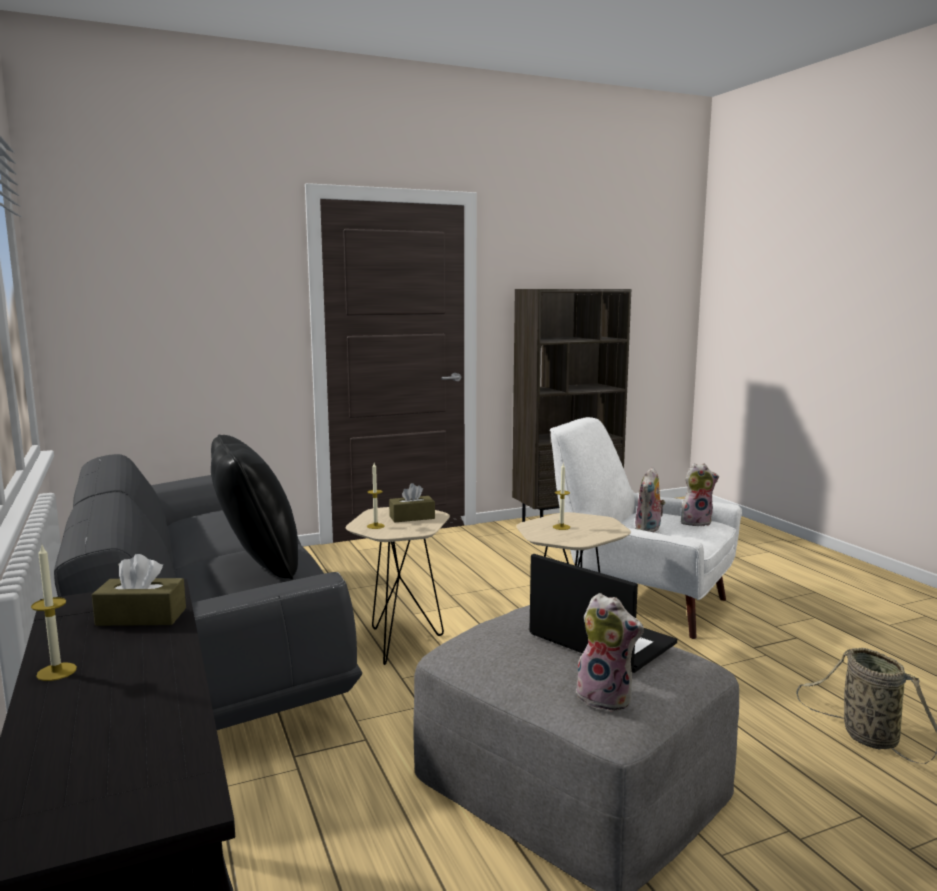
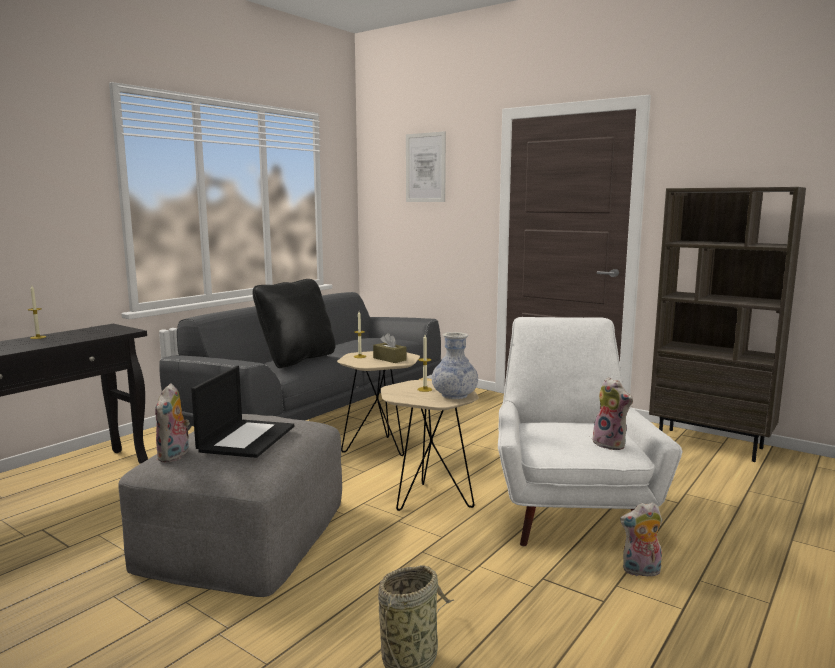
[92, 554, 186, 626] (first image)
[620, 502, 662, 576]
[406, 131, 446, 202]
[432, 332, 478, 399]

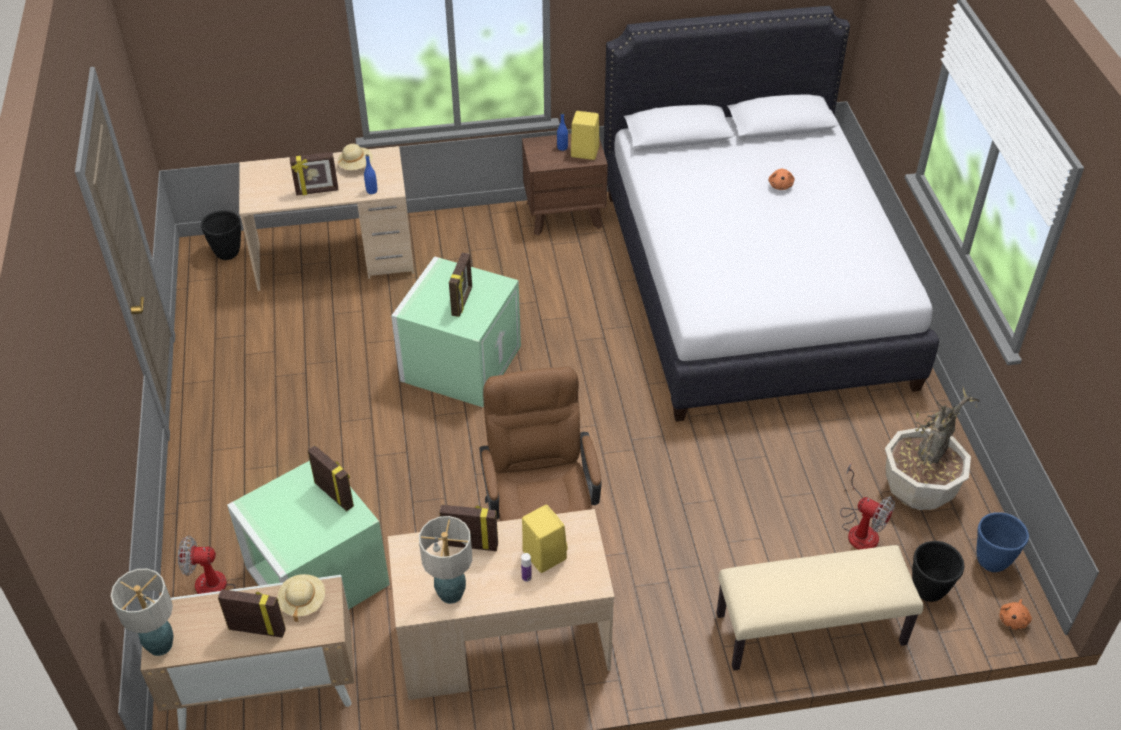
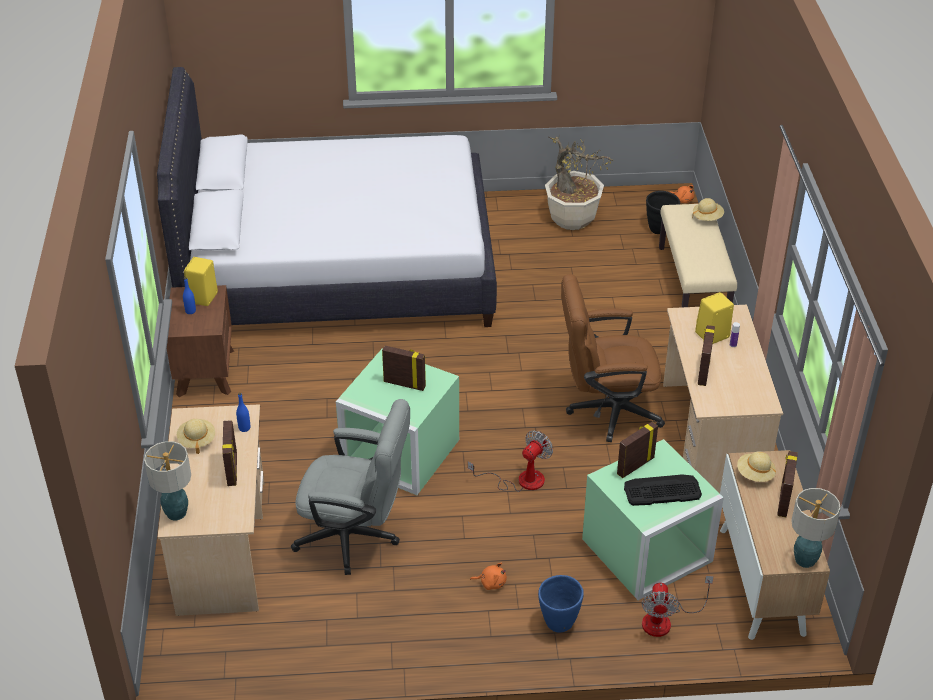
[201, 210, 241, 260] (first image)
[144, 441, 191, 520]
[470, 563, 507, 590]
[468, 430, 553, 492]
[538, 575, 584, 632]
[291, 399, 410, 575]
[624, 474, 702, 506]
[692, 198, 724, 221]

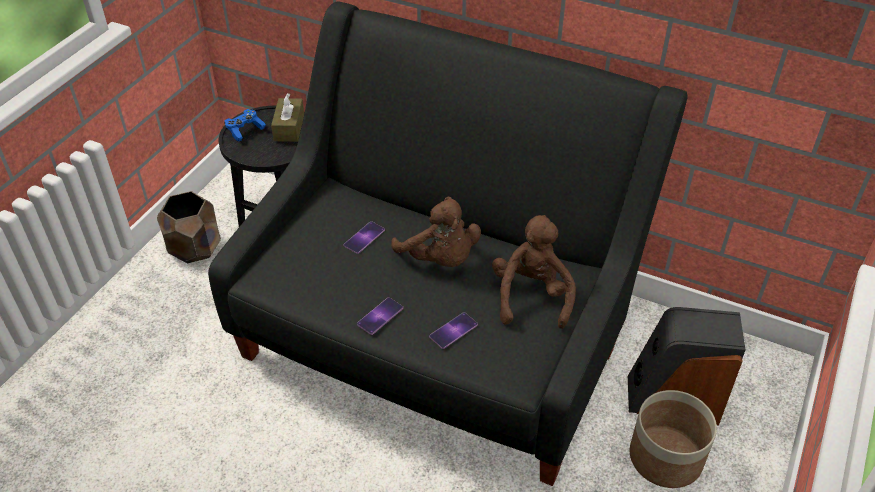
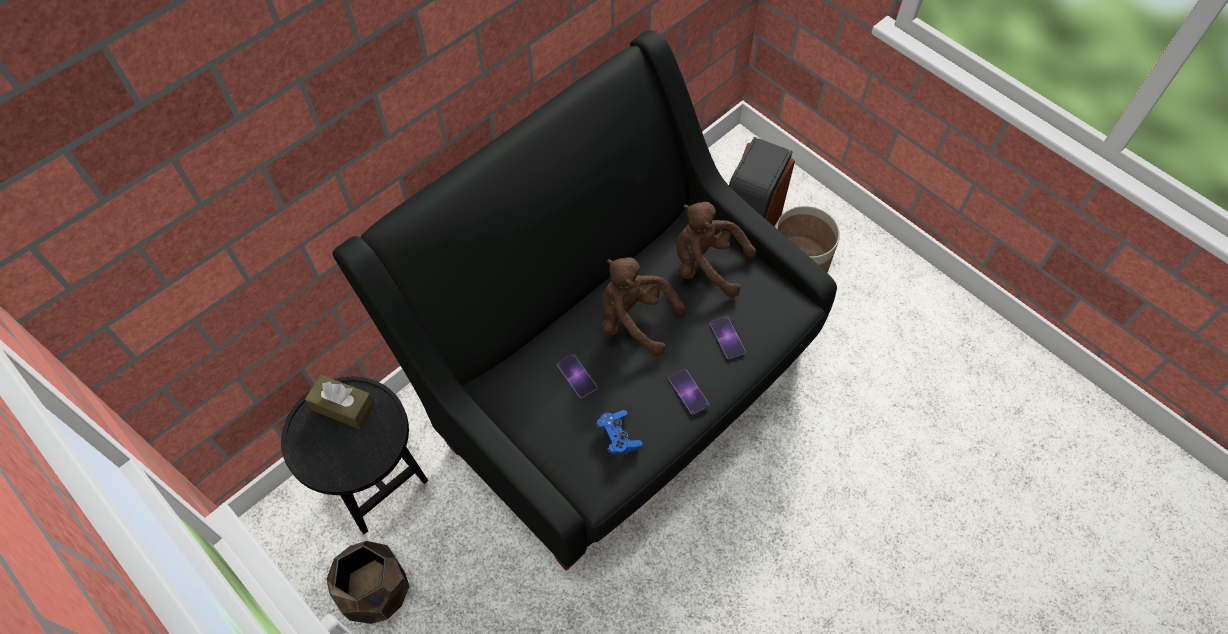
[595, 410, 643, 456]
[601, 257, 686, 356]

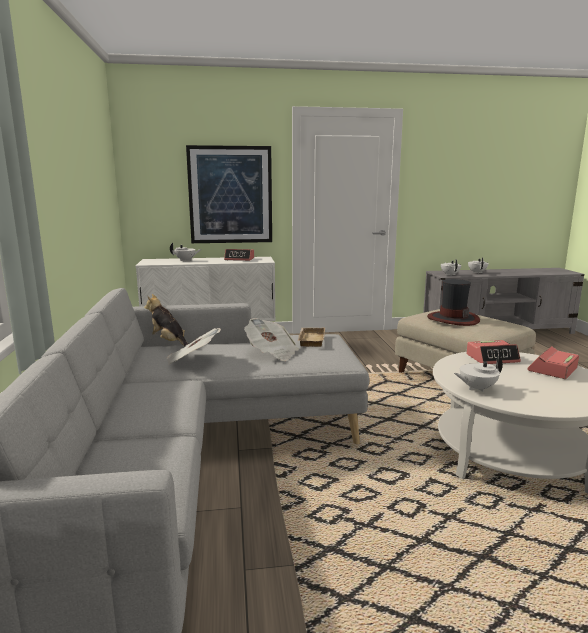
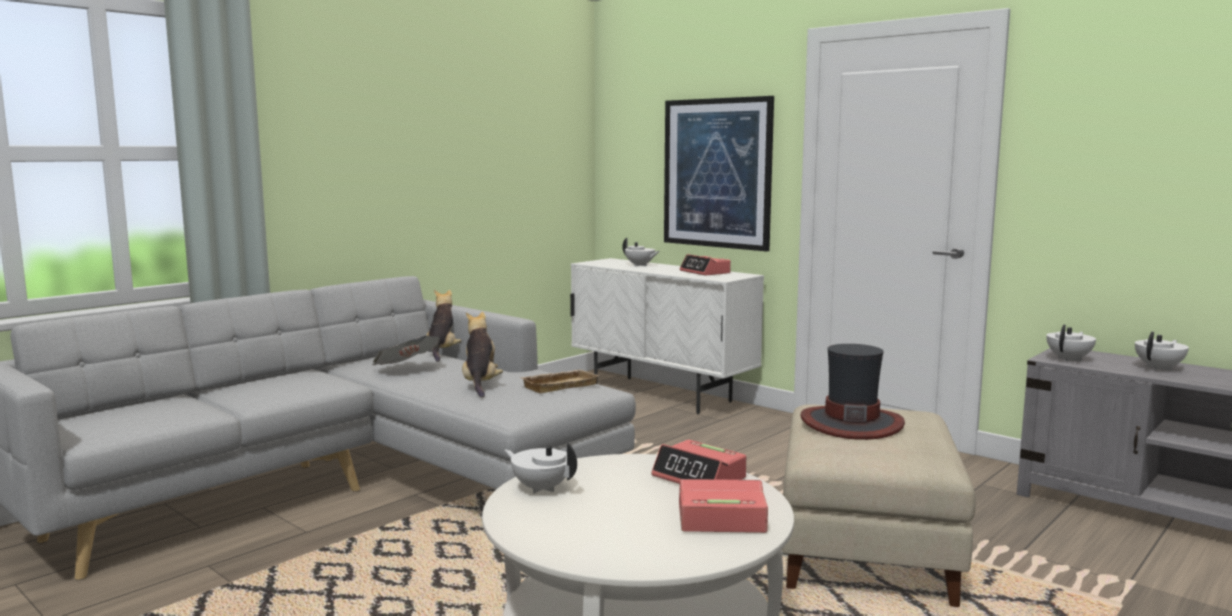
[462, 312, 503, 398]

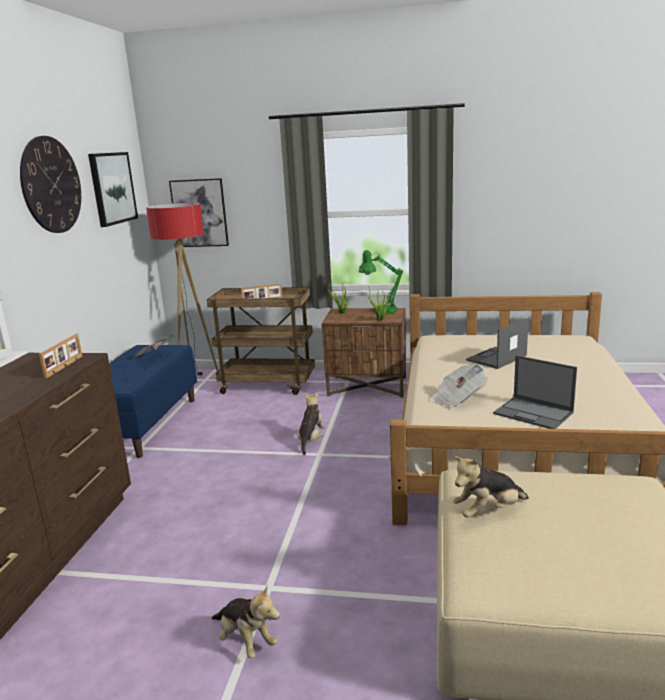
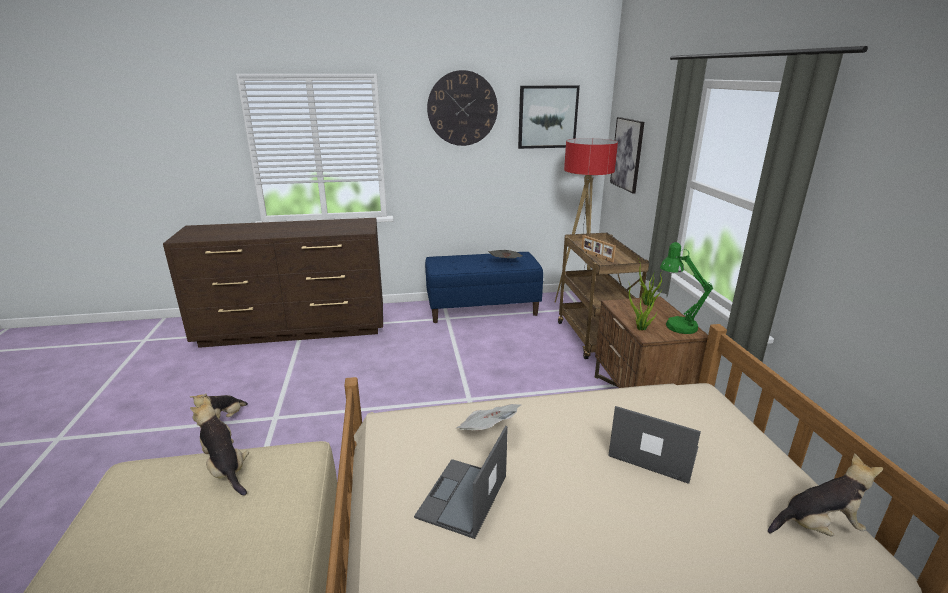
[39, 334, 83, 379] (first image)
[768, 454, 883, 537]

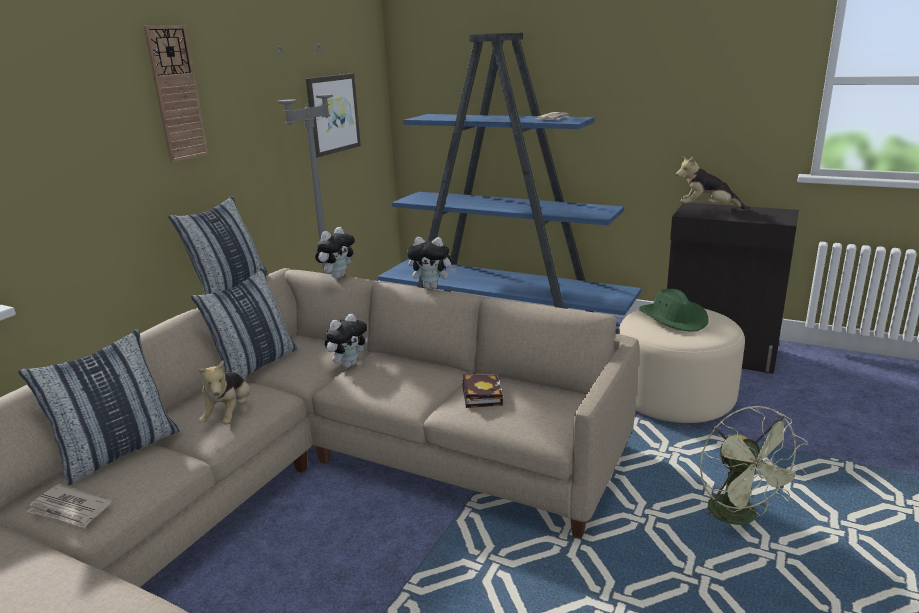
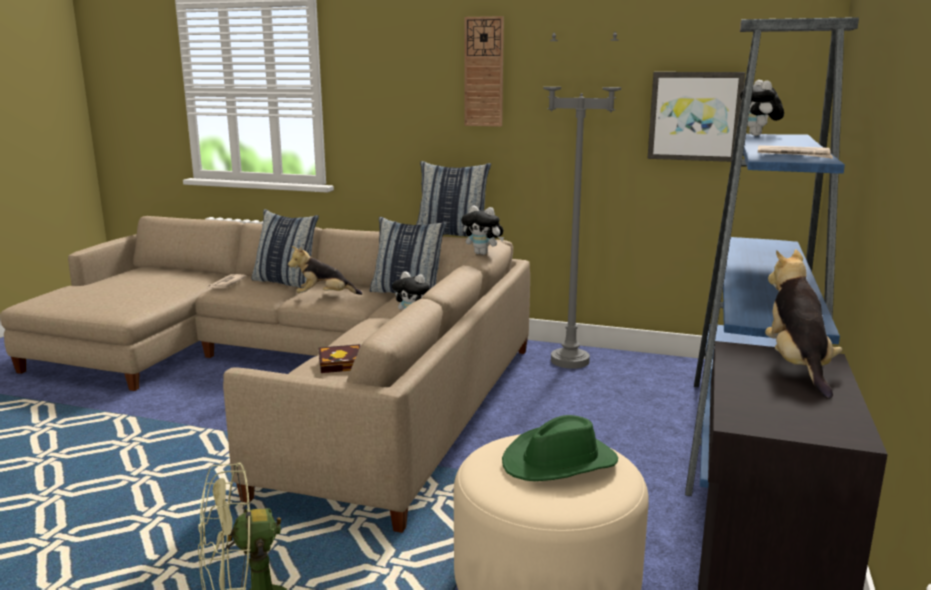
[740, 80, 784, 136]

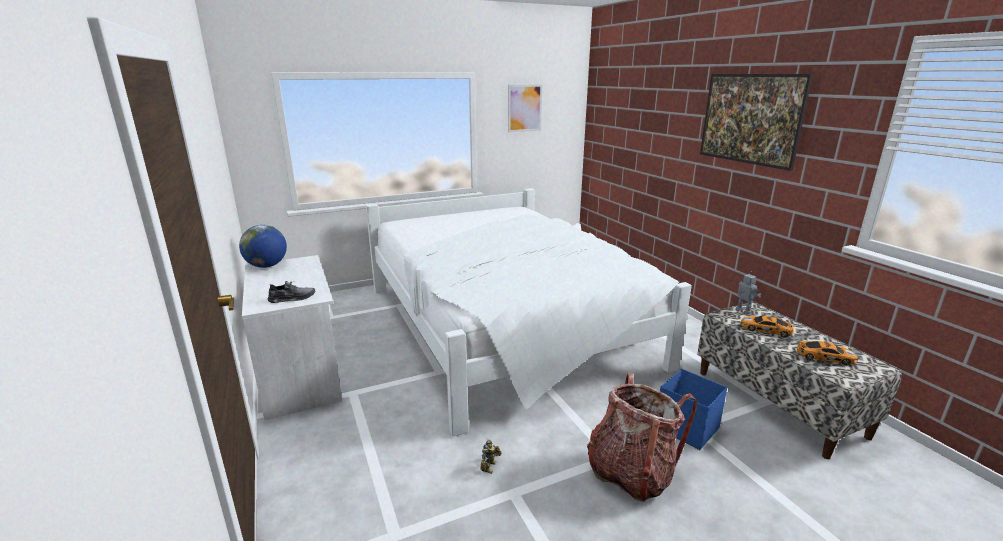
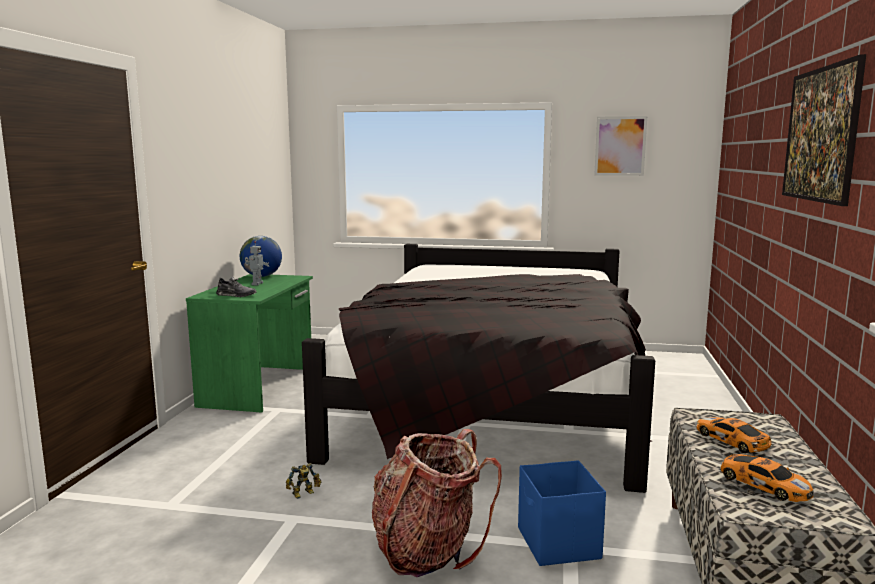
[186, 274, 313, 413]
[302, 244, 655, 493]
[245, 241, 269, 286]

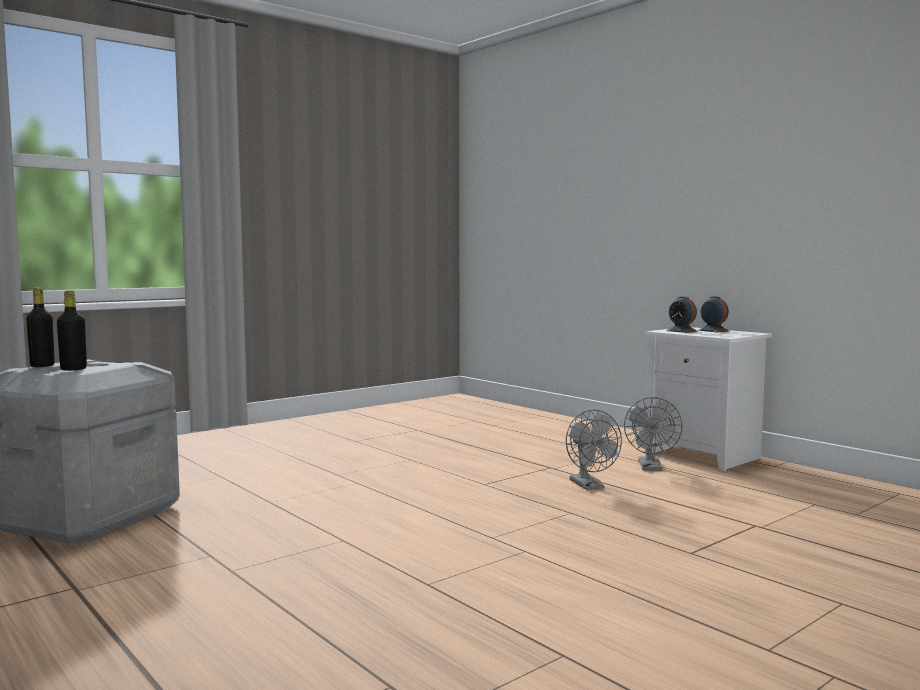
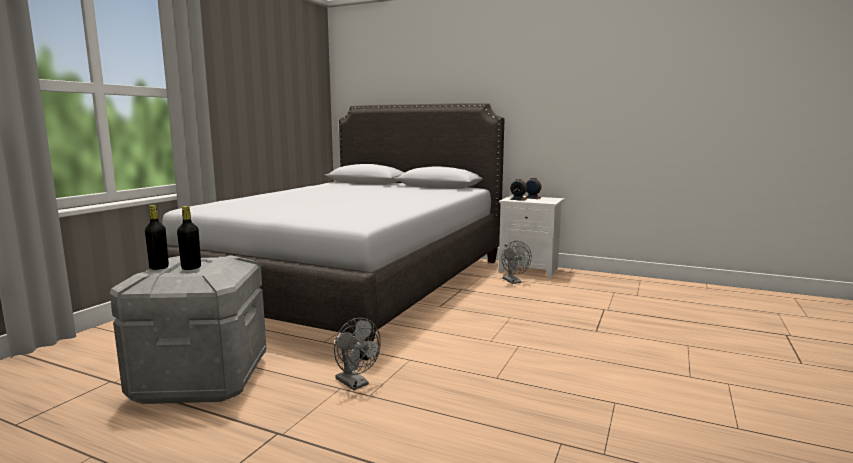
[334, 318, 381, 390]
[148, 103, 505, 360]

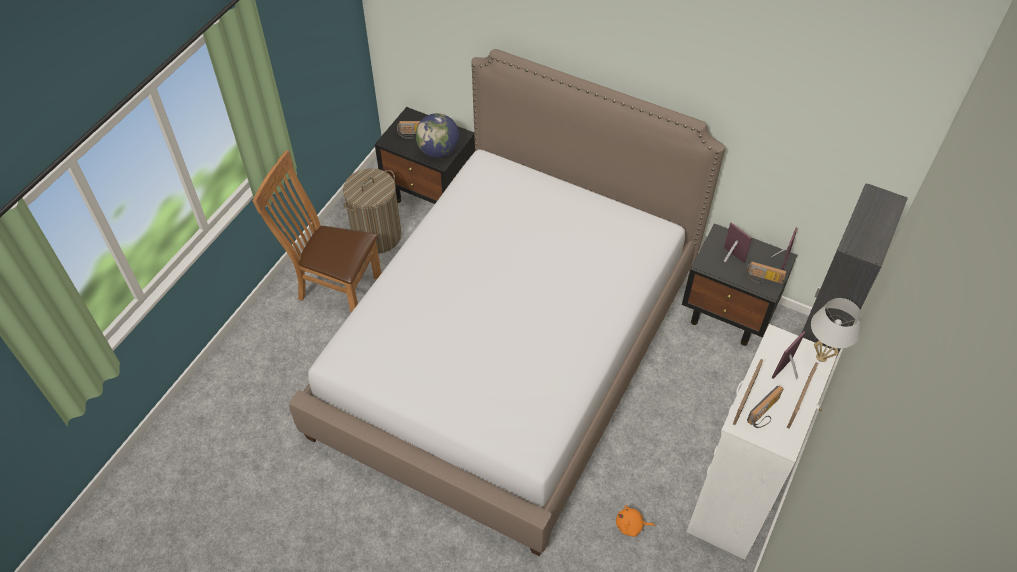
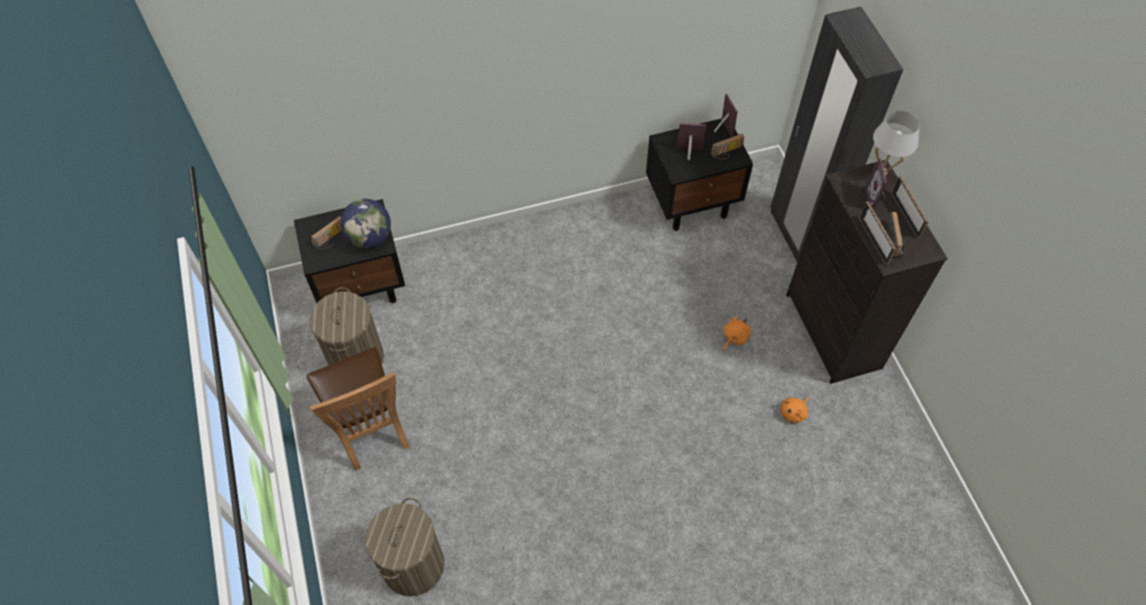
[306, 347, 409, 471]
[289, 49, 725, 556] (first image)
[786, 160, 948, 384]
[365, 498, 444, 596]
[722, 316, 750, 350]

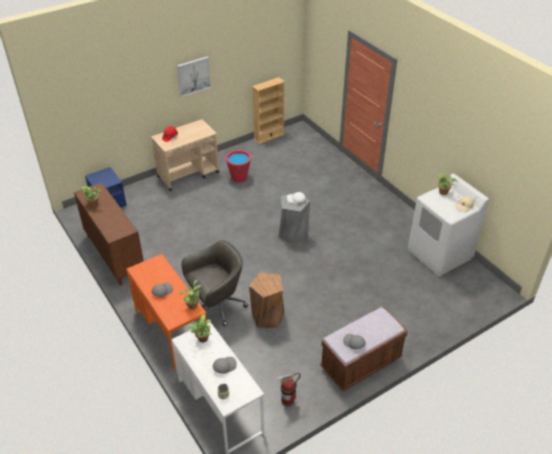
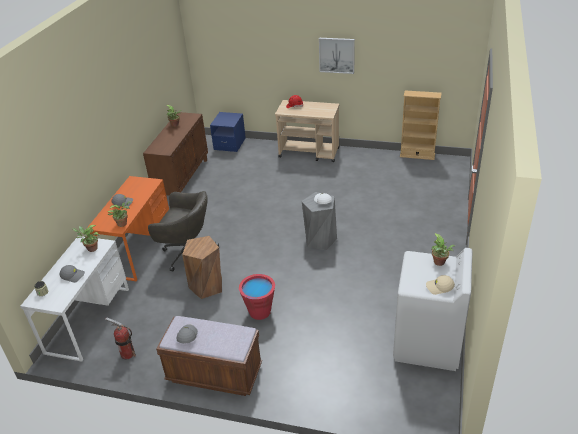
[239, 274, 275, 320]

